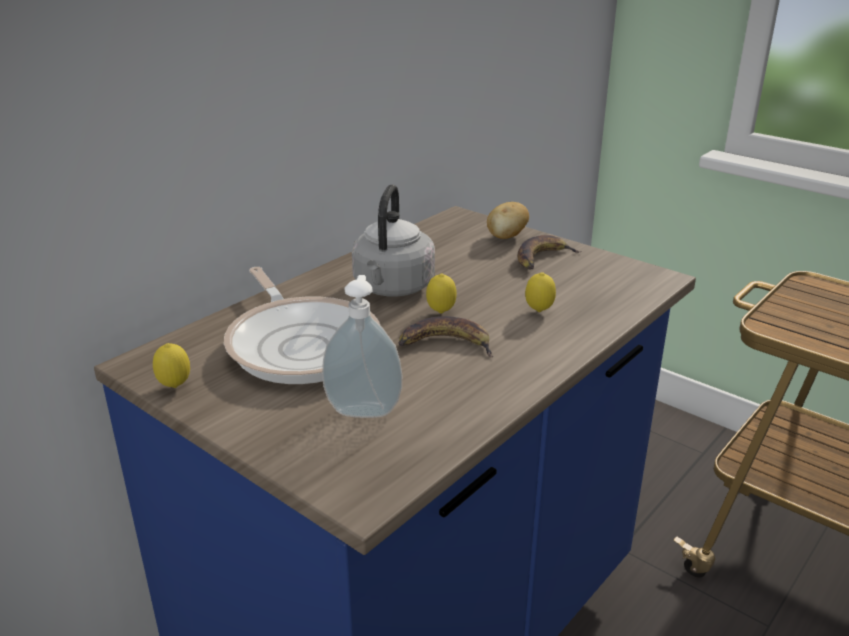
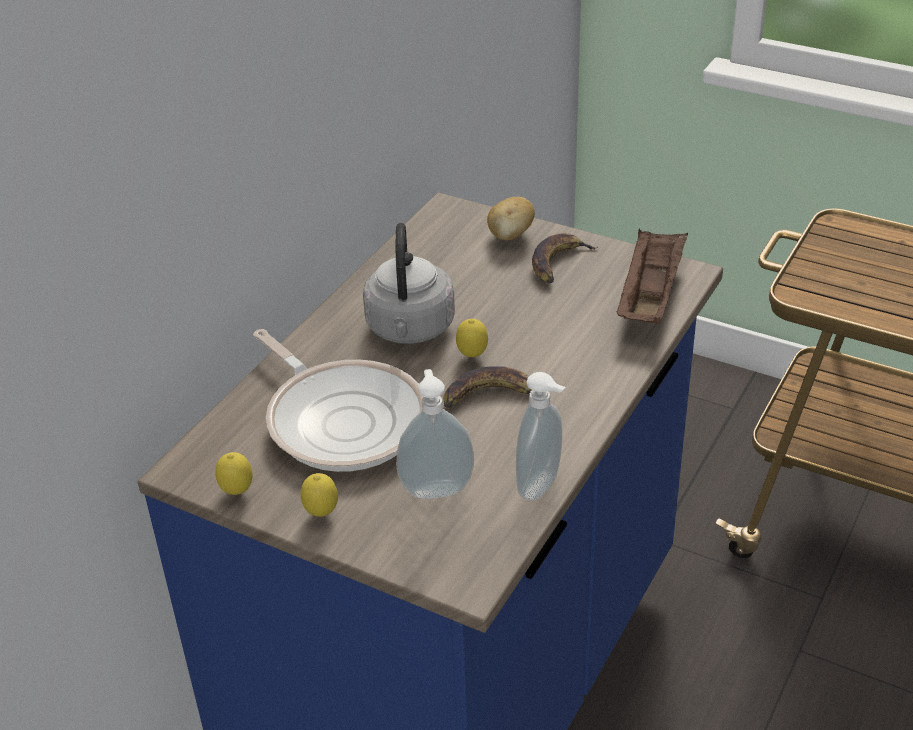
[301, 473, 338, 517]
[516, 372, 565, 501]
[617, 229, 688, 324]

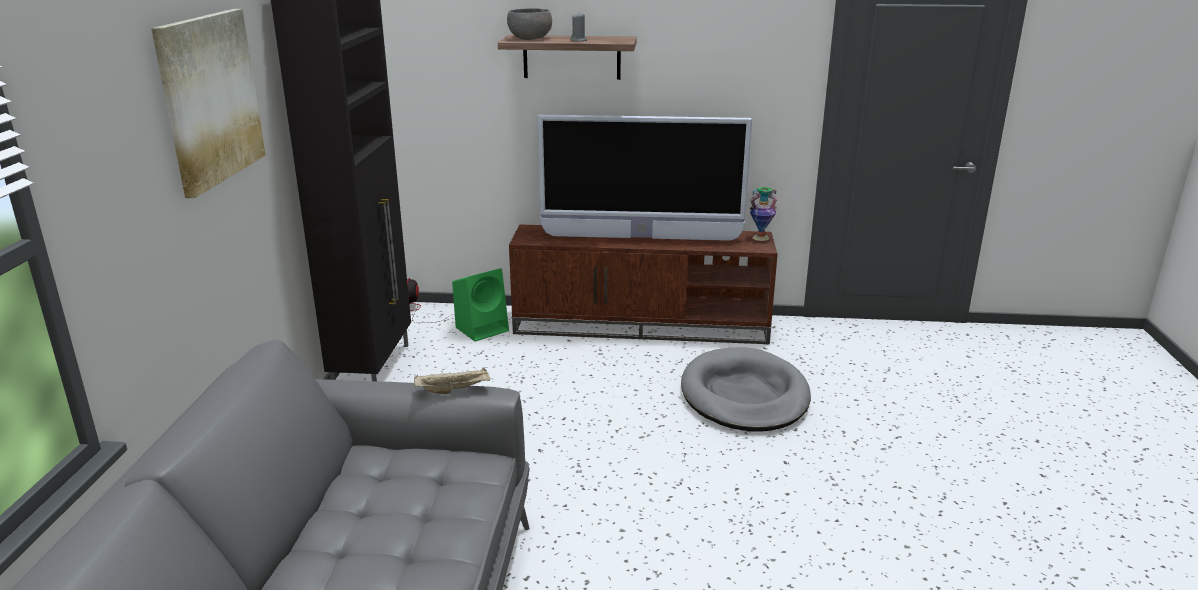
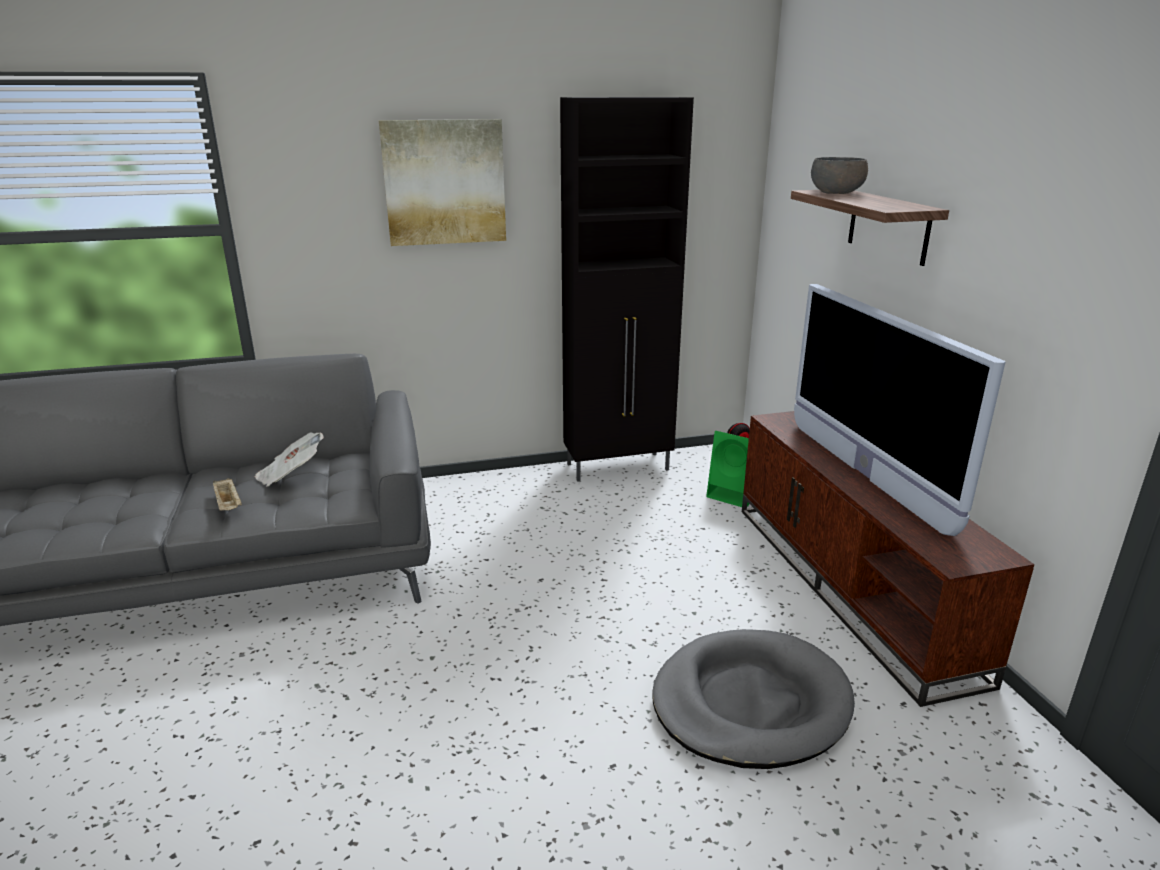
[213, 478, 242, 511]
[571, 12, 587, 42] (first image)
[749, 187, 778, 241] (first image)
[255, 432, 324, 487]

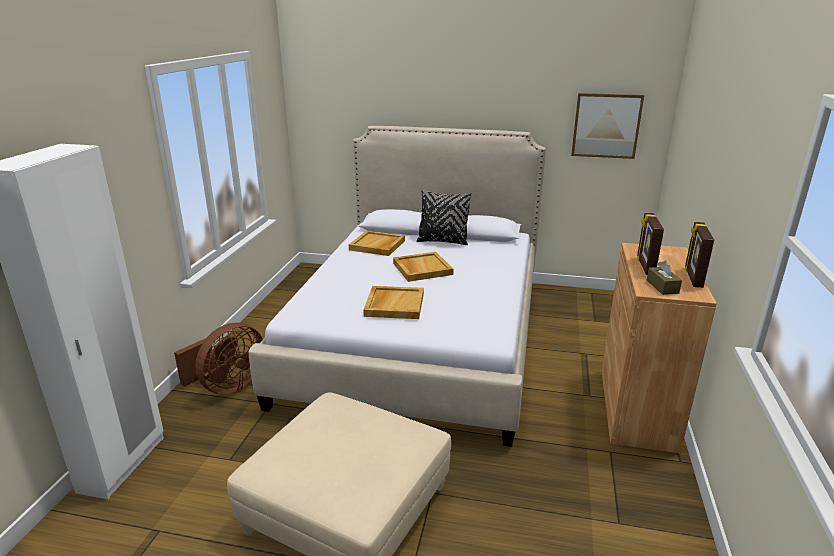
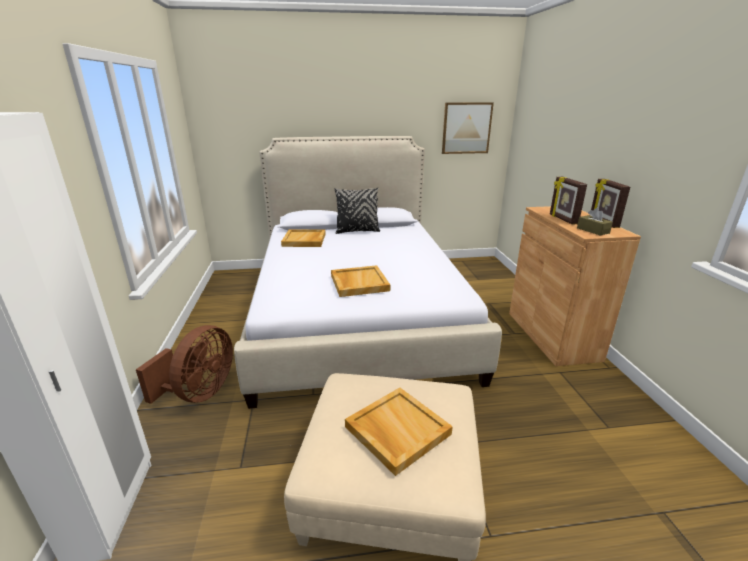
[345, 388, 453, 476]

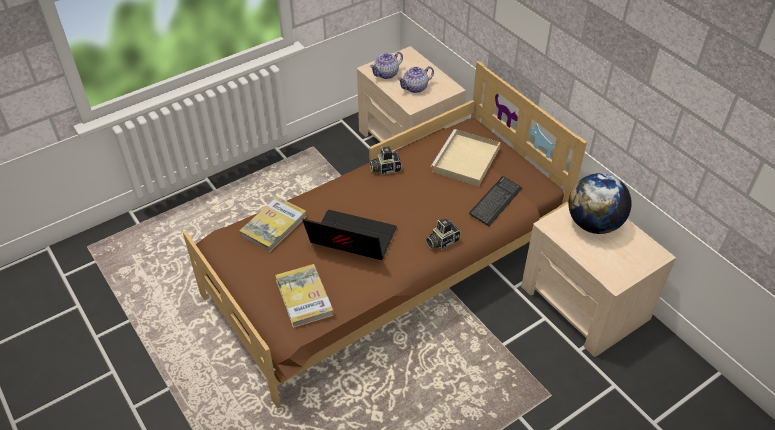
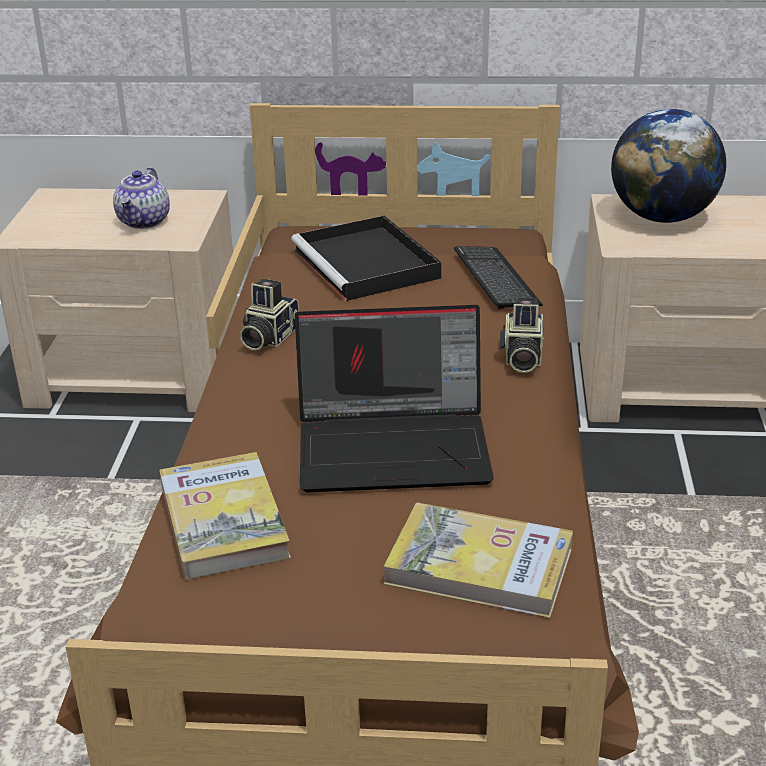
[295, 305, 494, 492]
[370, 52, 403, 79] (first image)
[291, 215, 441, 301]

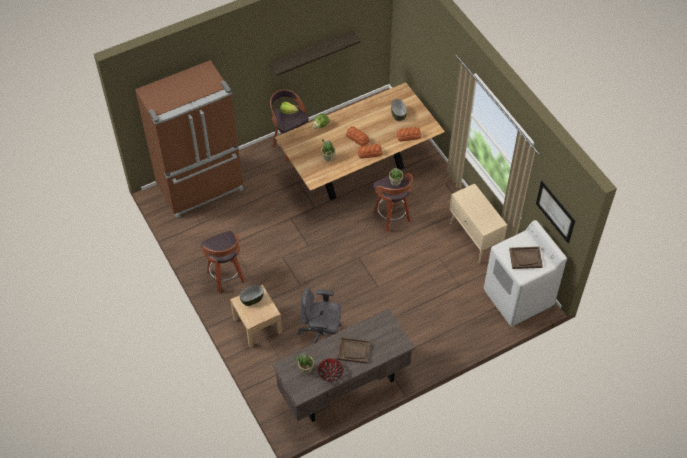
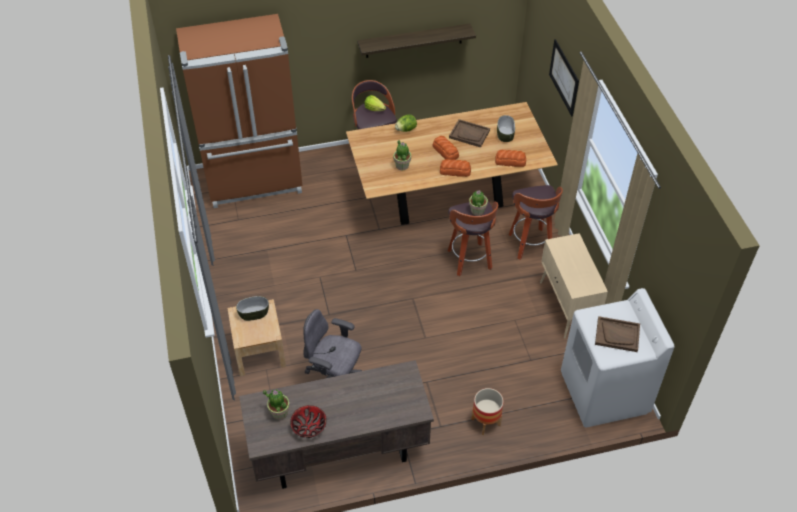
[509, 185, 563, 260]
[449, 119, 490, 148]
[549, 39, 579, 116]
[471, 388, 504, 435]

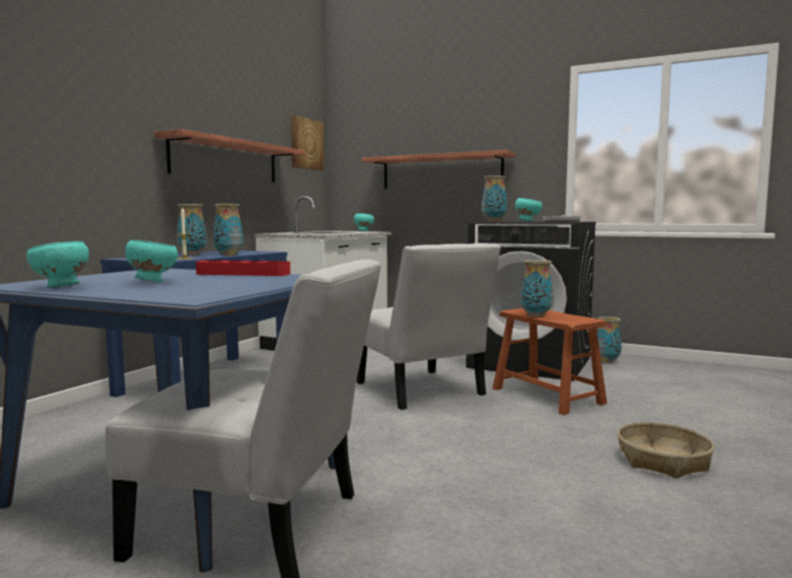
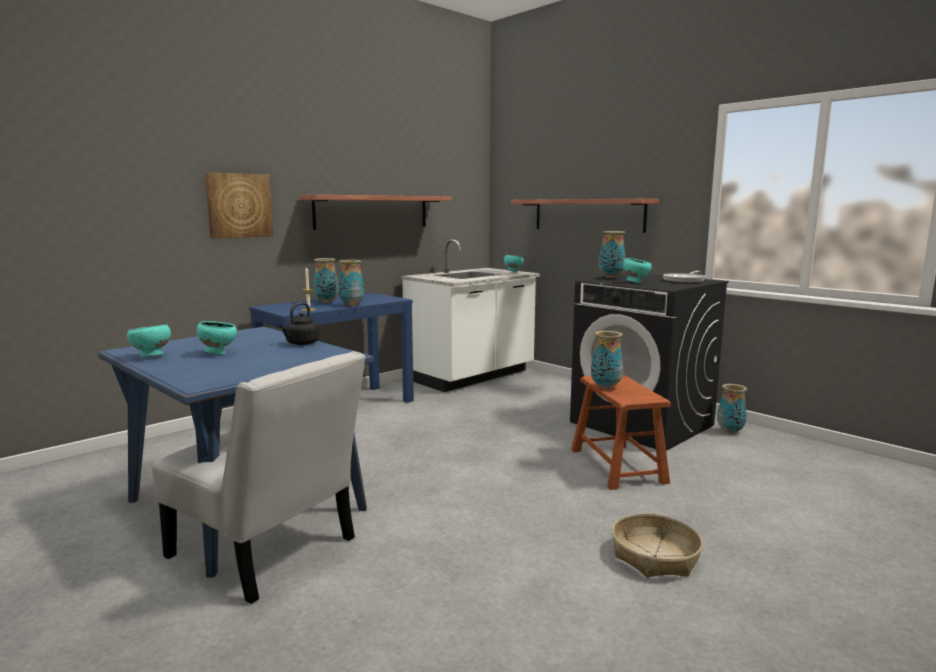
[279, 302, 320, 345]
[205, 172, 273, 238]
[357, 243, 501, 410] (first image)

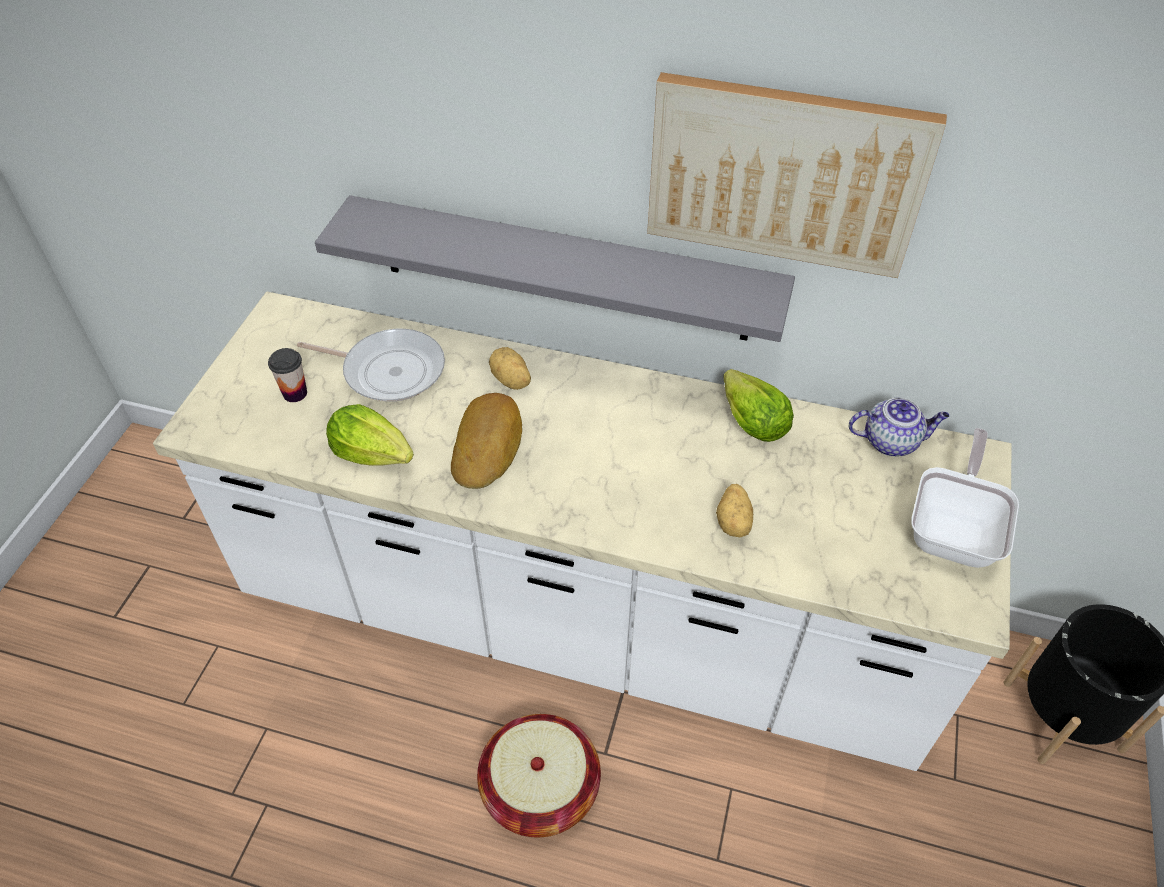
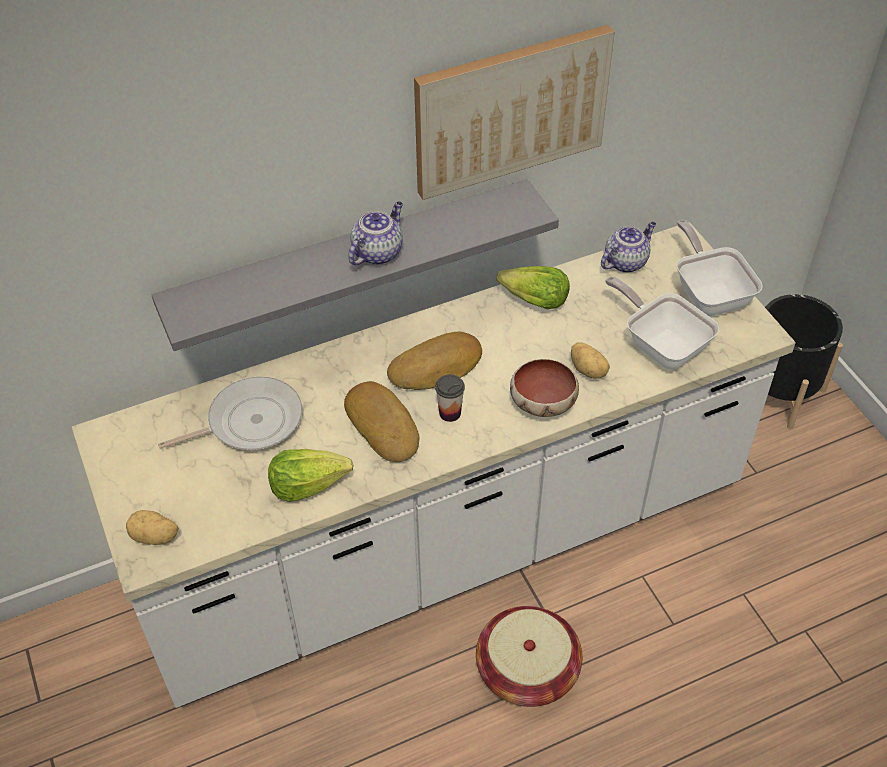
[435, 374, 465, 422]
[126, 510, 178, 545]
[348, 201, 403, 265]
[387, 332, 482, 390]
[510, 359, 579, 417]
[605, 276, 719, 370]

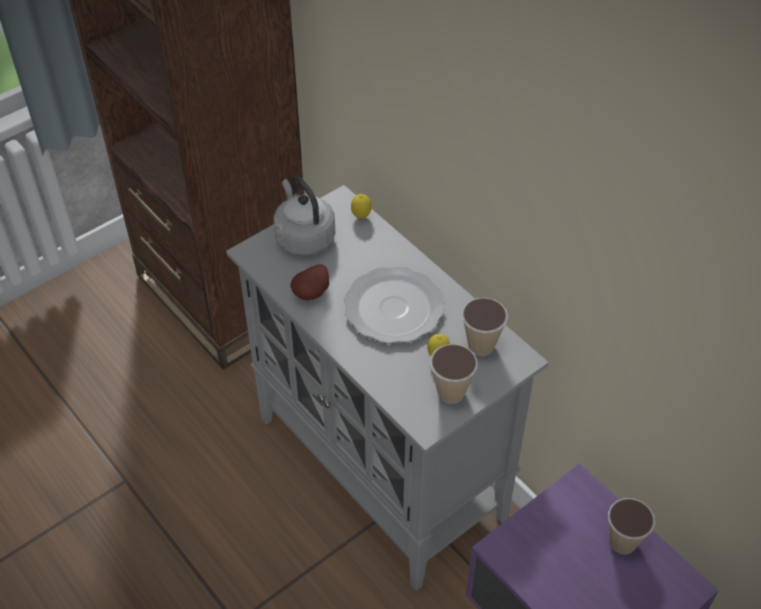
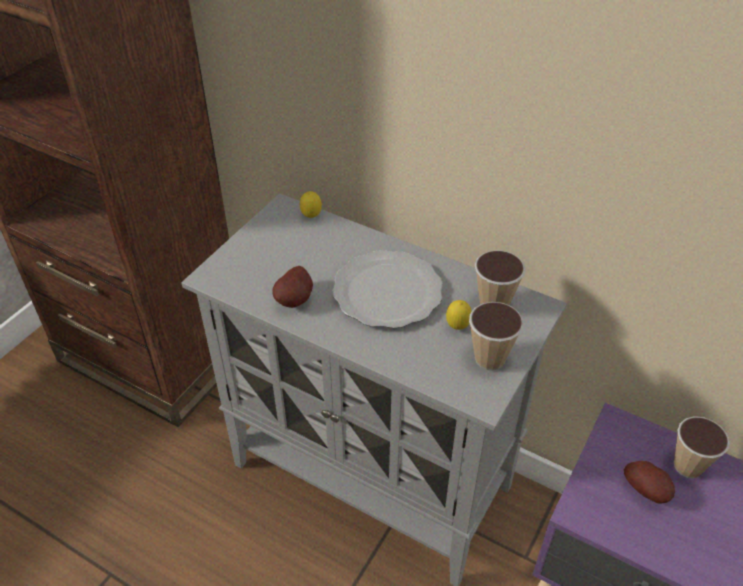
[274, 176, 335, 255] (first image)
[624, 461, 675, 503]

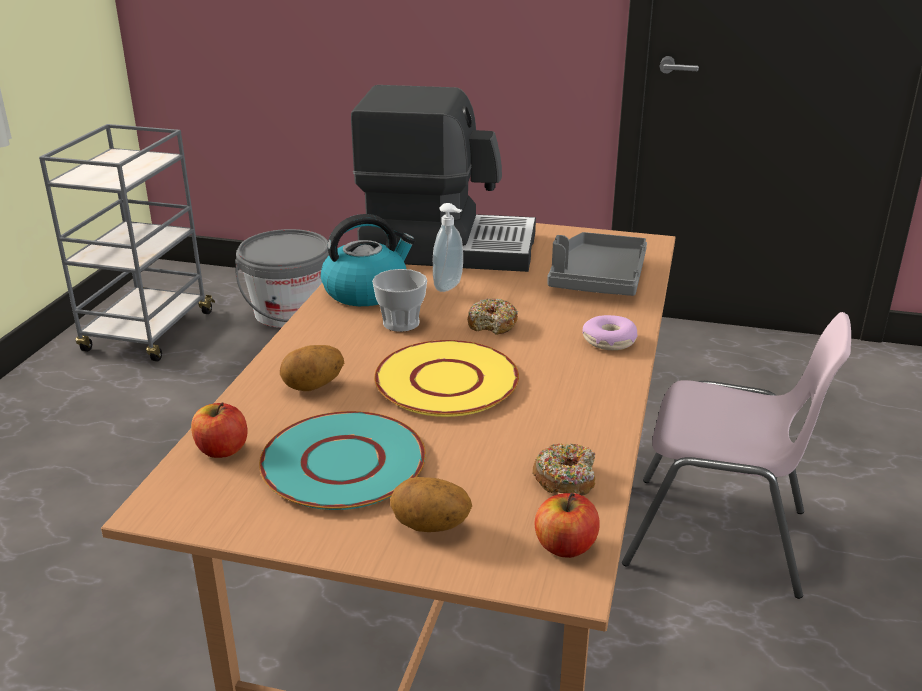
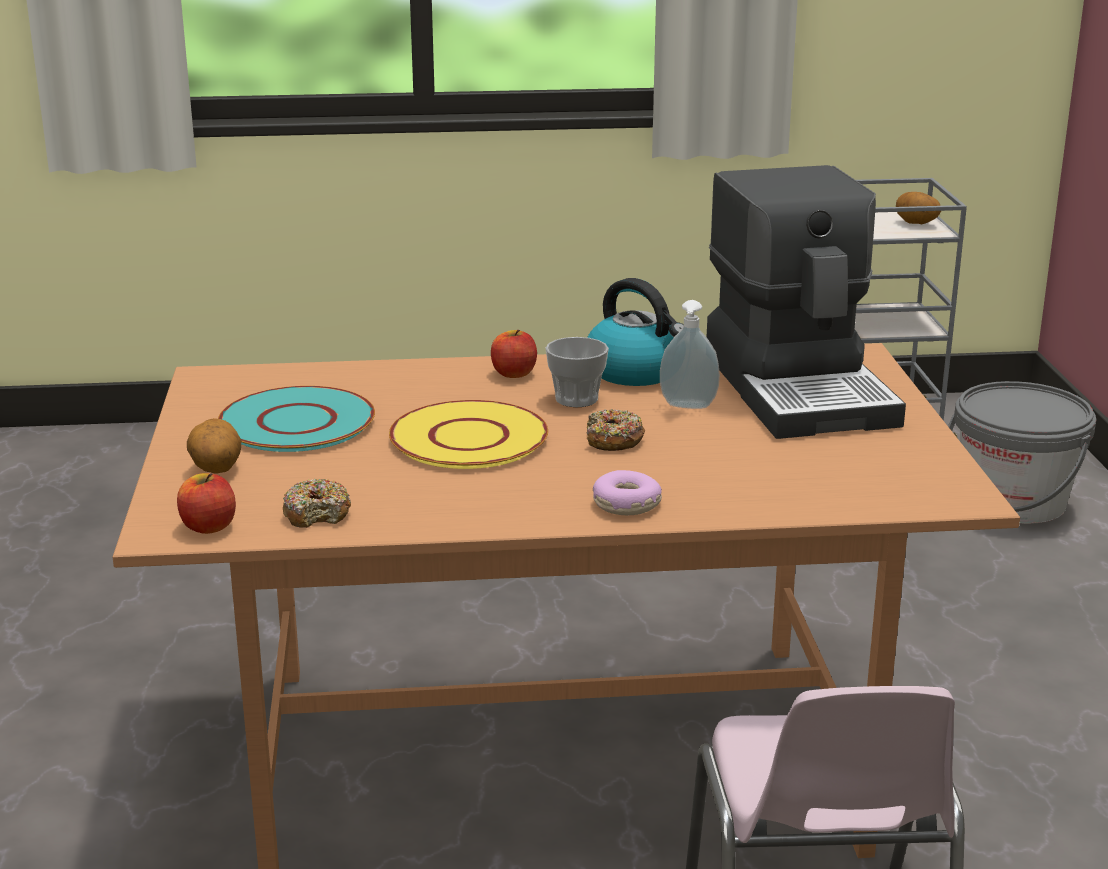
[491, 330, 537, 378]
[896, 192, 941, 224]
[547, 232, 647, 296] (first image)

